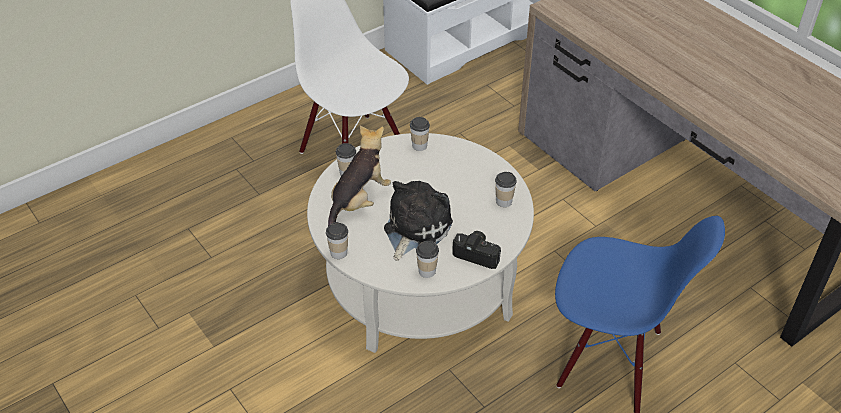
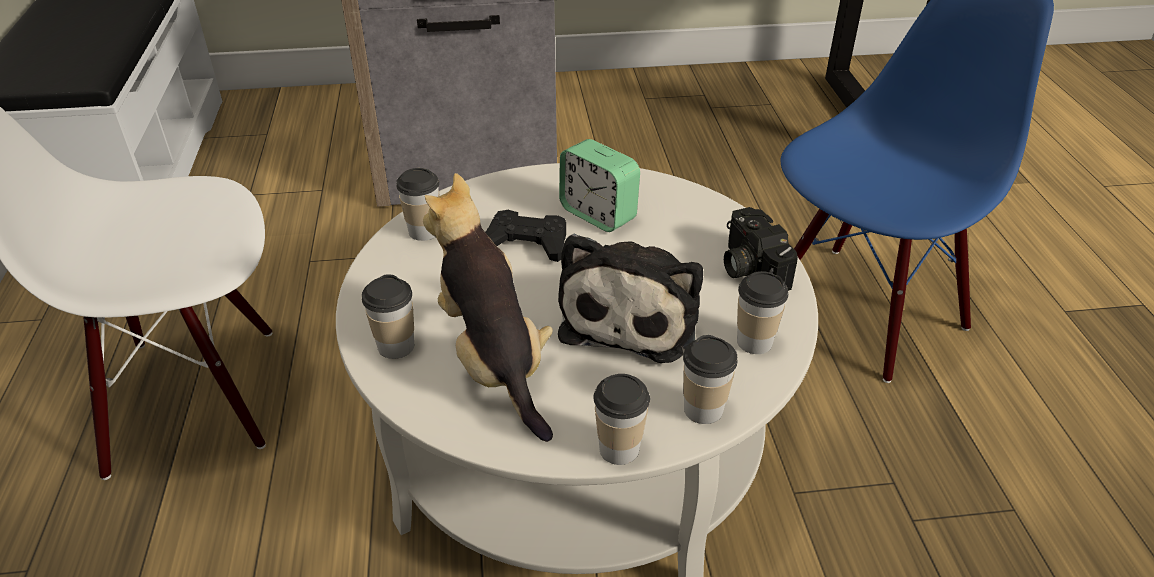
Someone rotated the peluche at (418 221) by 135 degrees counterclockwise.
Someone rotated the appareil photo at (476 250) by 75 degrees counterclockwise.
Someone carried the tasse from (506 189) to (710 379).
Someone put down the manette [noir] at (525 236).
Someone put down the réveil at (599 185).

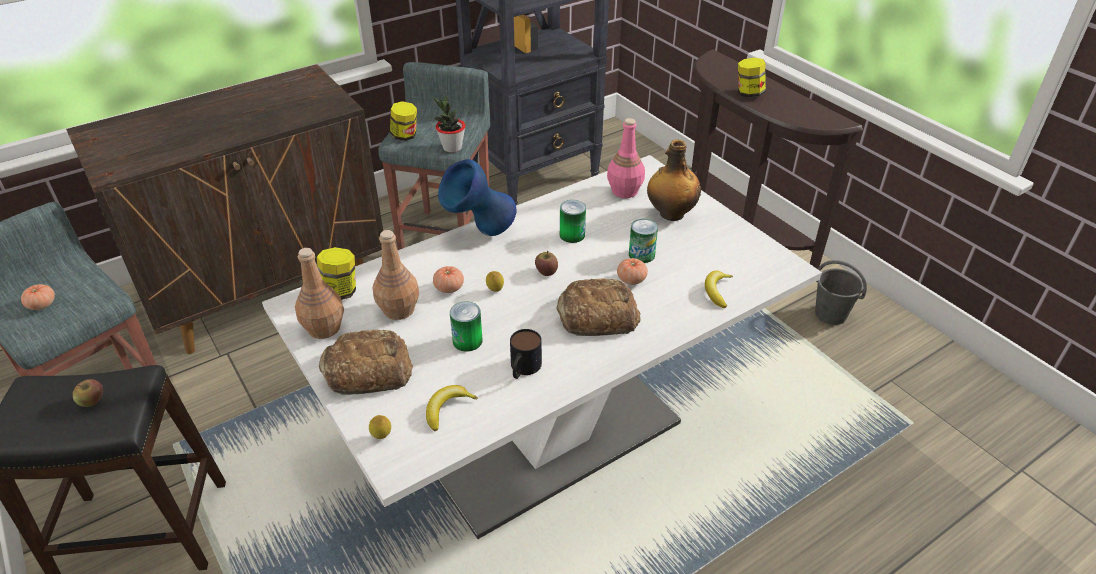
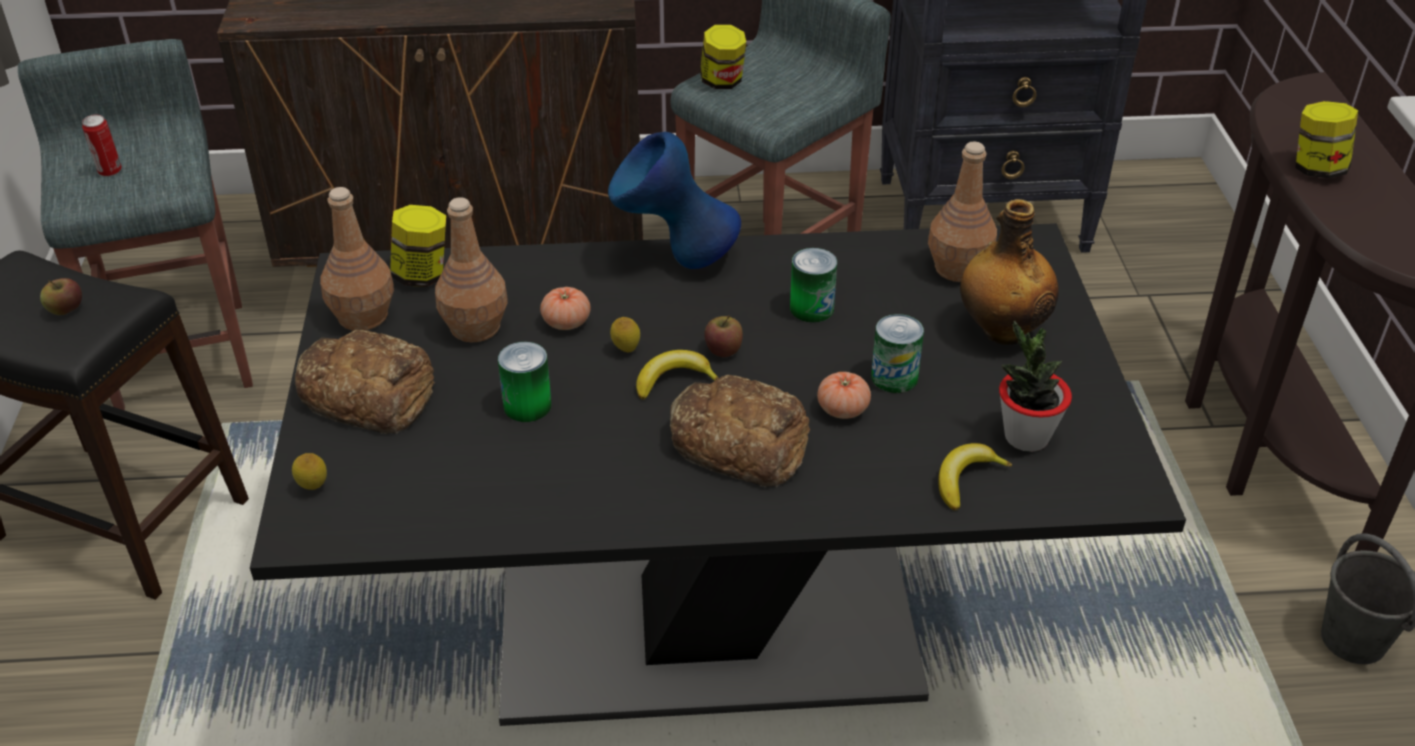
Someone swapped the tomate at (38 297) for the boîte métallique at (102 146).
Someone repainted the table à manger [blanc] at (542 347), which became the table à manger [noir] at (718 474).
Someone carried the banane from (452 408) to (677 375).
Someone carried the plante en pot from (450 124) to (1035 386).
Someone took away the mug at (526 354).
Someone repainted the bouteille [rose] at (626 158), which became the bouteille [marron] at (962 211).

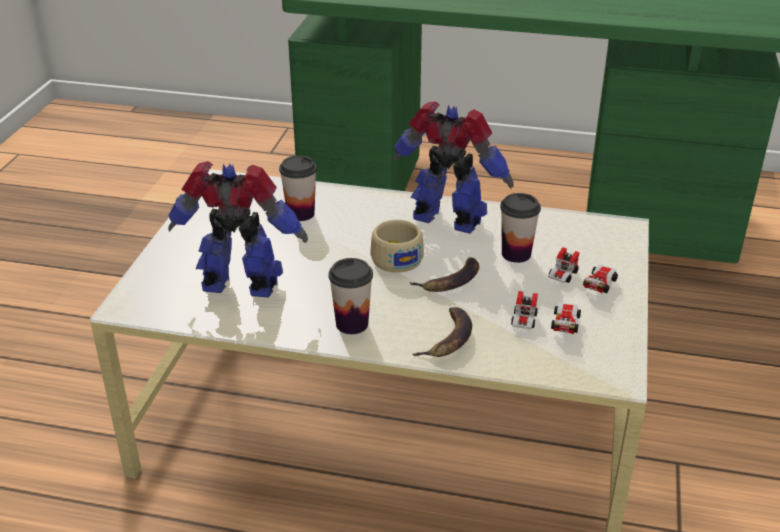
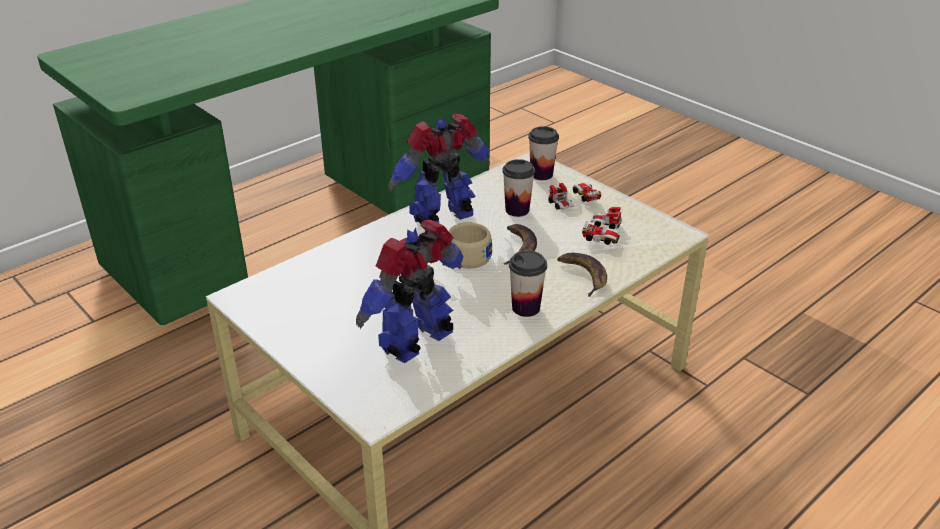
Someone carried the tasse from (298 188) to (543 153).
Someone rotated the petite voiture at (546 312) by 150 degrees clockwise.

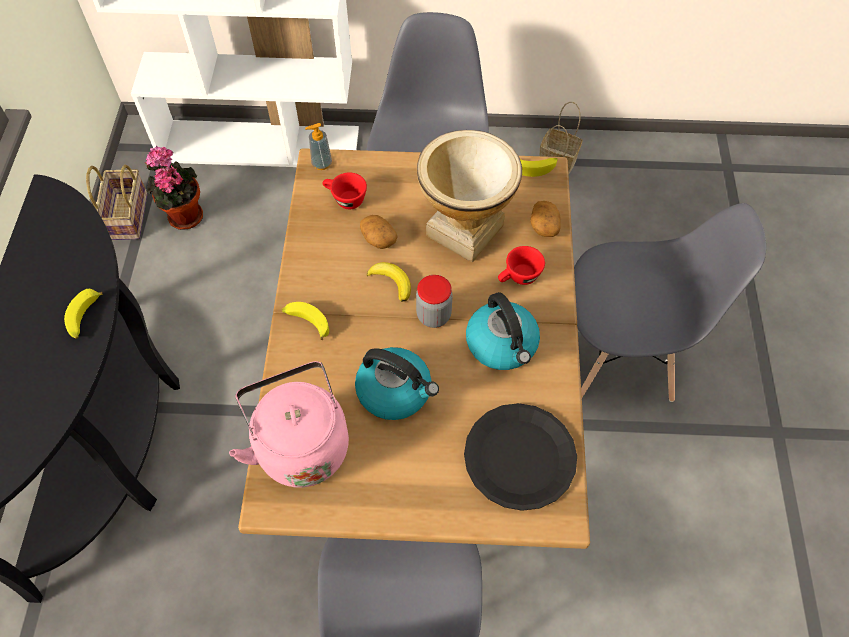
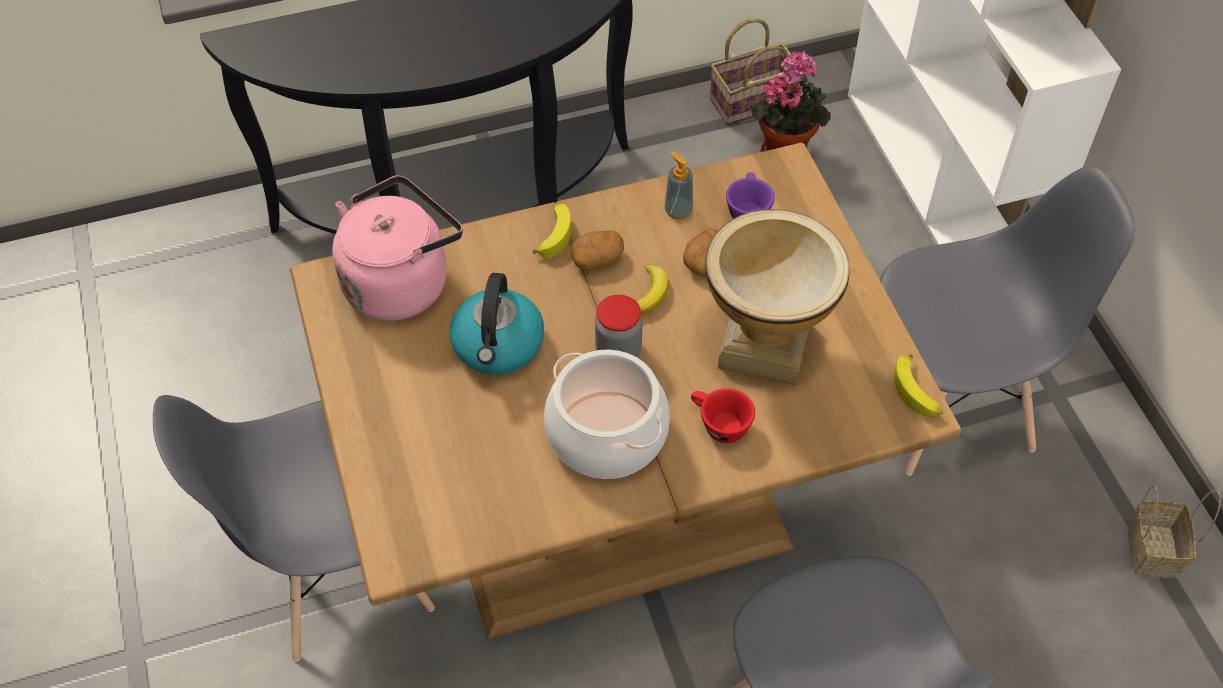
Someone took away the banane at (83 314).
Someone carried the distributeur de savon from (318 146) to (678 185).
Someone repainted the tasse [rouge] at (344 190), which became the tasse [violet] at (750 195).
Someone took away the assiette [noir] at (520 457).
Someone swapped the bouilloire at (503 331) for the marmite at (607 414).
Someone carried the pomme de terre from (546 219) to (597 250).

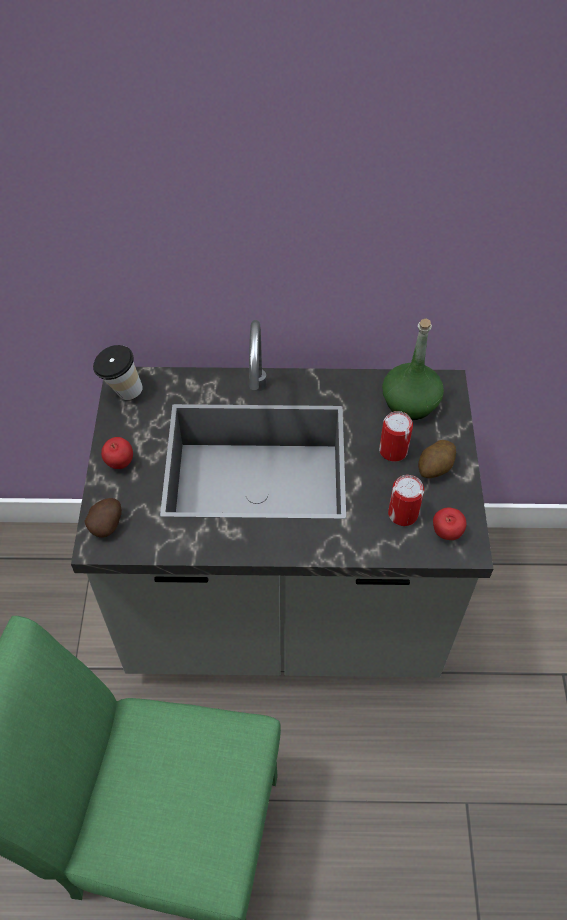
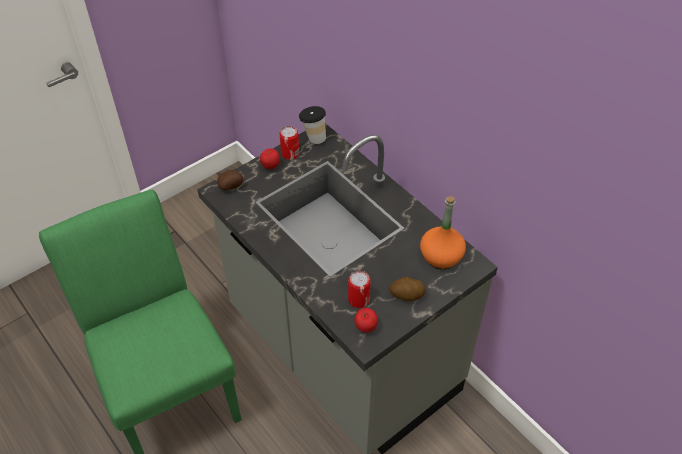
Someone carried the boîte métallique from (396 436) to (289 143).
Someone repainted the bouteille [vert] at (413 369), which became the bouteille [orange] at (443 232).

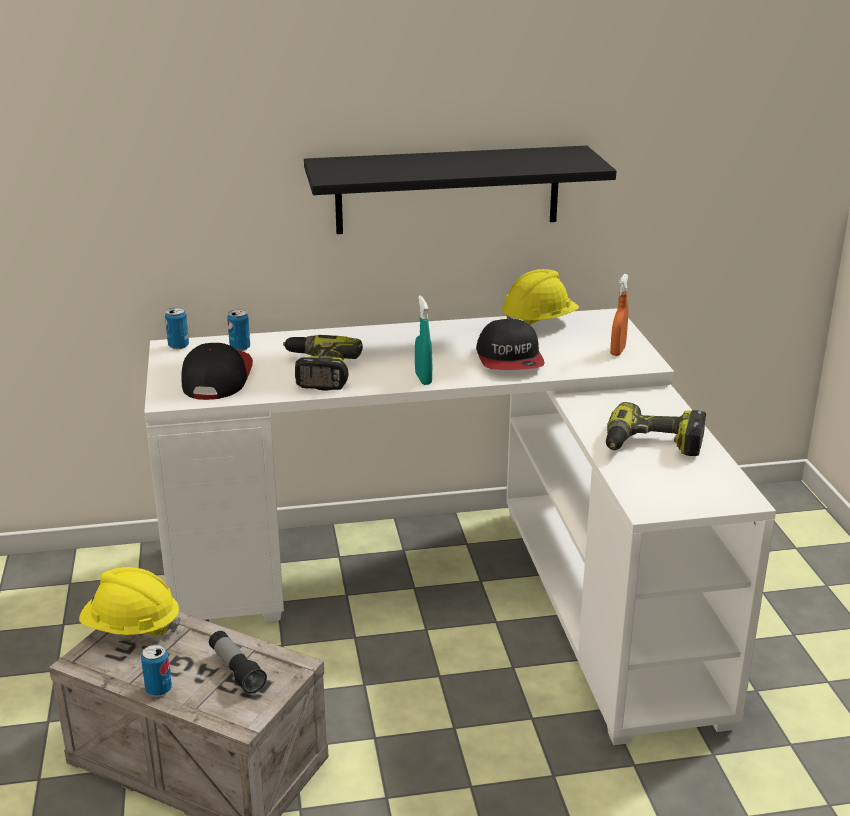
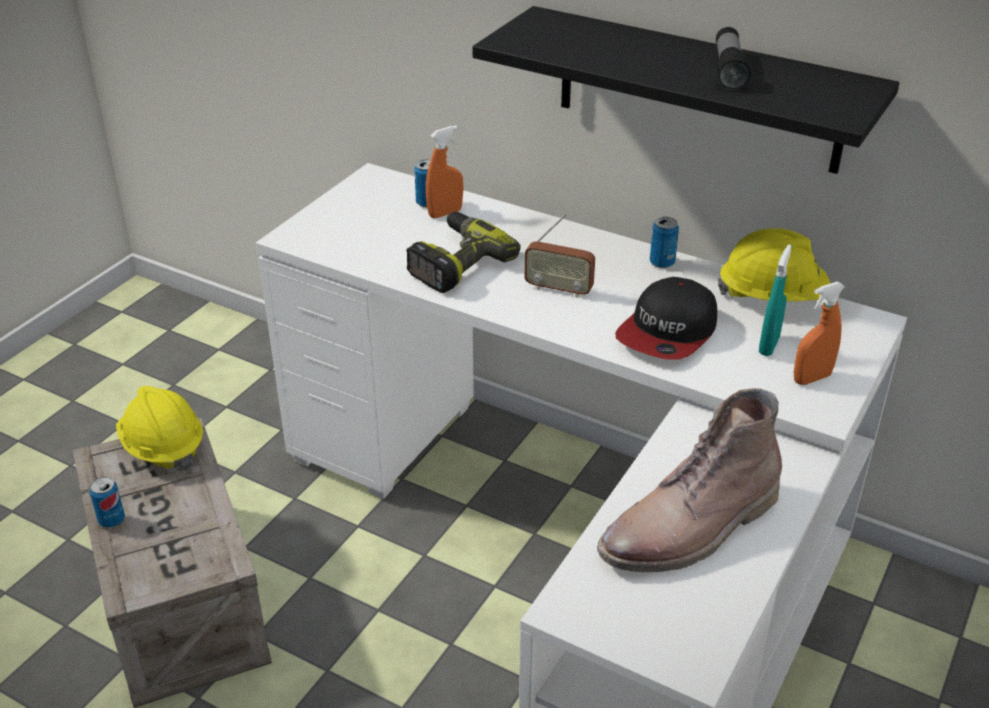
Someone carried the boîte métallique from (177 328) to (664 242).
Someone took away the casquette at (217 371).
Someone carried the lampe de poche from (238 662) to (733 58).
Someone carried the vaporisateur [turquoise] from (423 340) to (775 300).
Someone swapped the perceuse at (656 429) for the botte [marron] at (689 480).
Someone put down the vaporisateur [orange] at (445 171).
Someone put down the radio at (560 256).

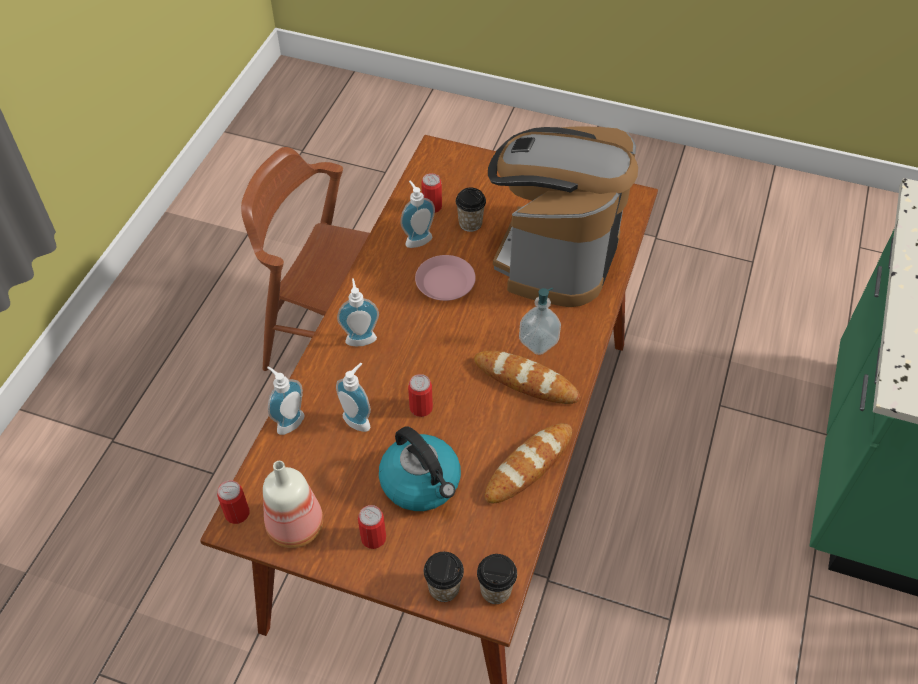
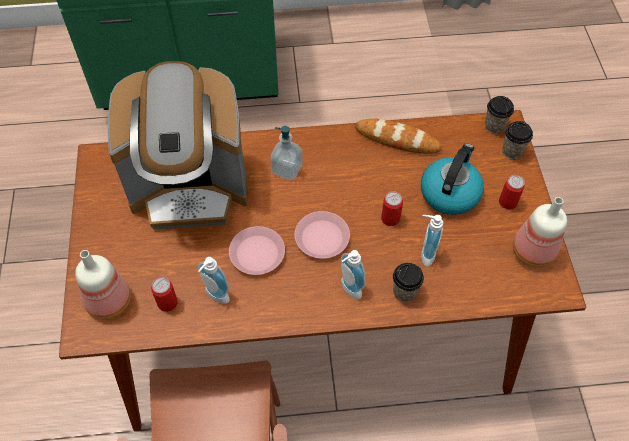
Someone took away the boîte métallique at (233 502).
Someone took away the distributeur de savon at (285 400).
Someone carried the tasse from (471 210) to (408 282).
Someone took away the pain at (527 377).
Someone put down the bouteille at (103 284).
Someone put down the assiette [rose] at (322 235).

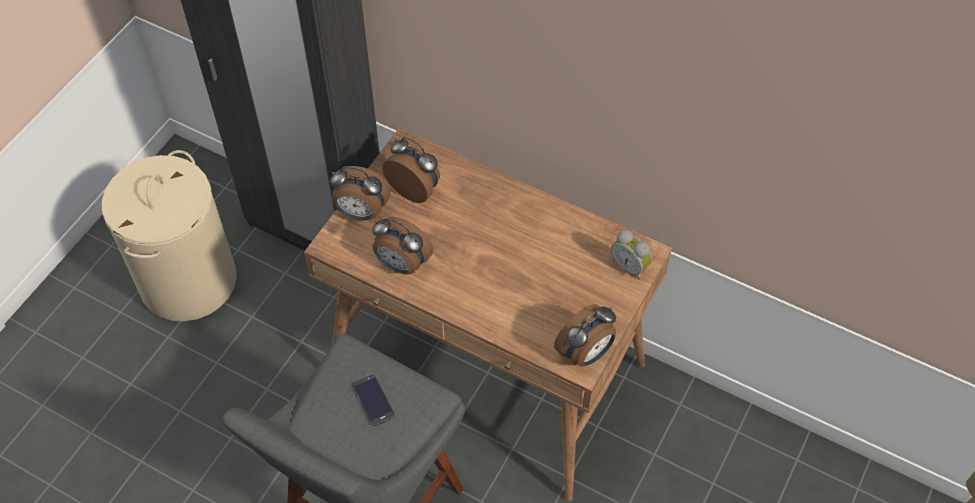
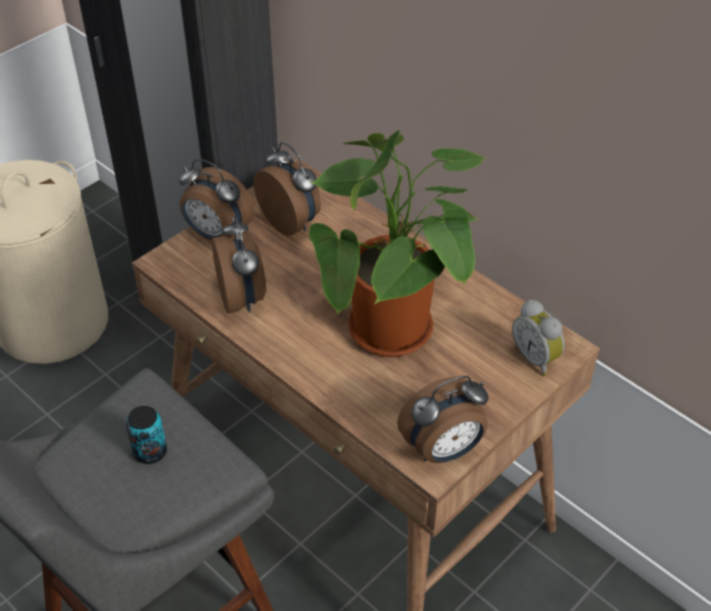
Someone swapped the téléphone at (374 400) for the boîte métallique at (146 435).
Someone rotated the réveil at (402 245) by 150 degrees counterclockwise.
Someone put down the plante en pot at (398 243).

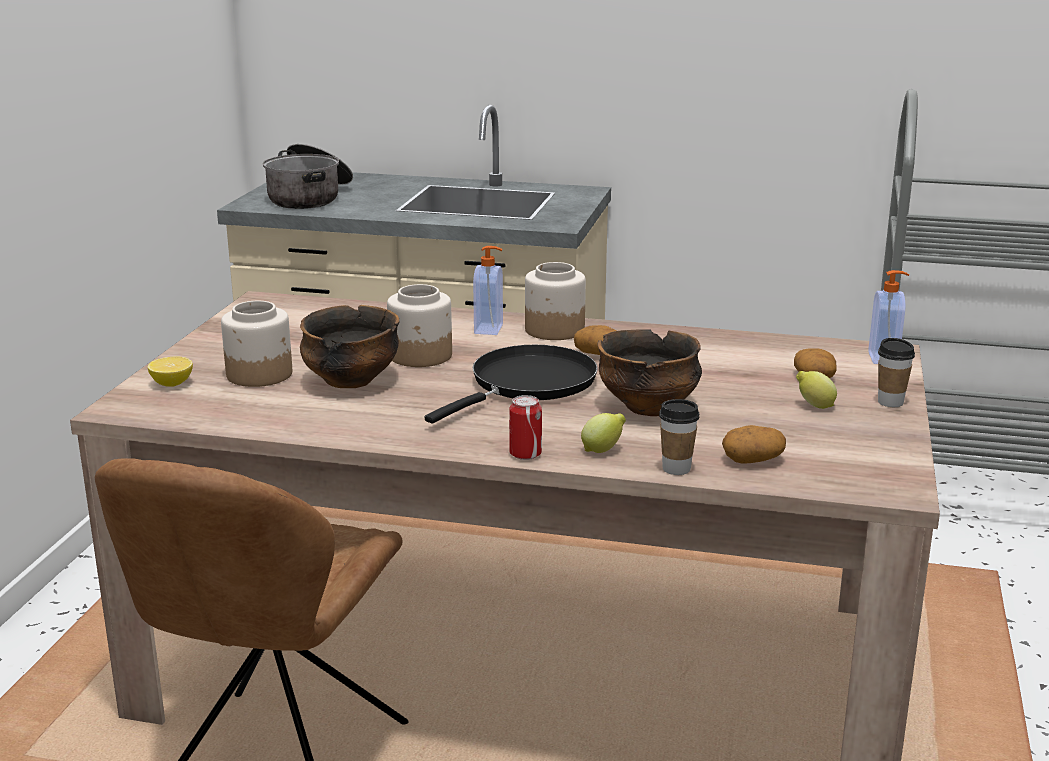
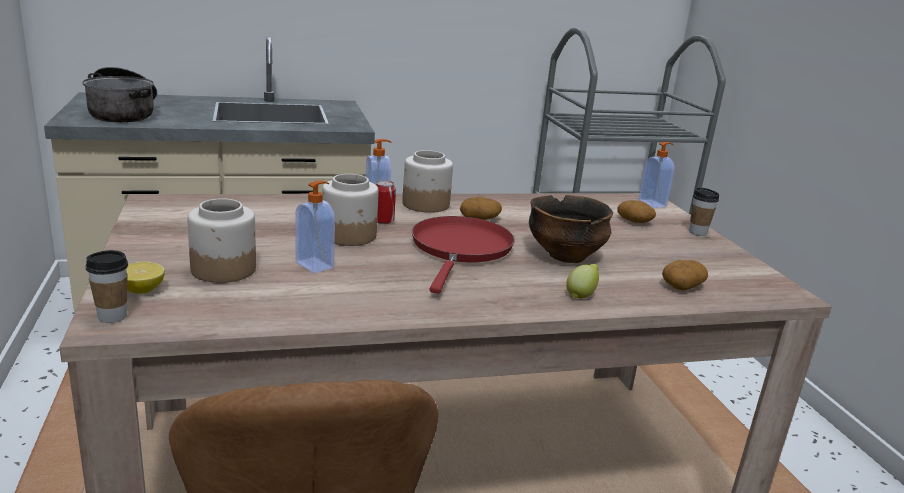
Someone swapped the bol at (349 346) for the distributeur de savon at (315 227).
Someone repainted the poêle [noir] at (511 384), which became the poêle [rouge] at (463 254).
Someone carried the boîte métallique from (525 427) to (386 202).
Someone carried the tasse from (679 437) to (107 286).
Someone took away the citron at (816 390).

